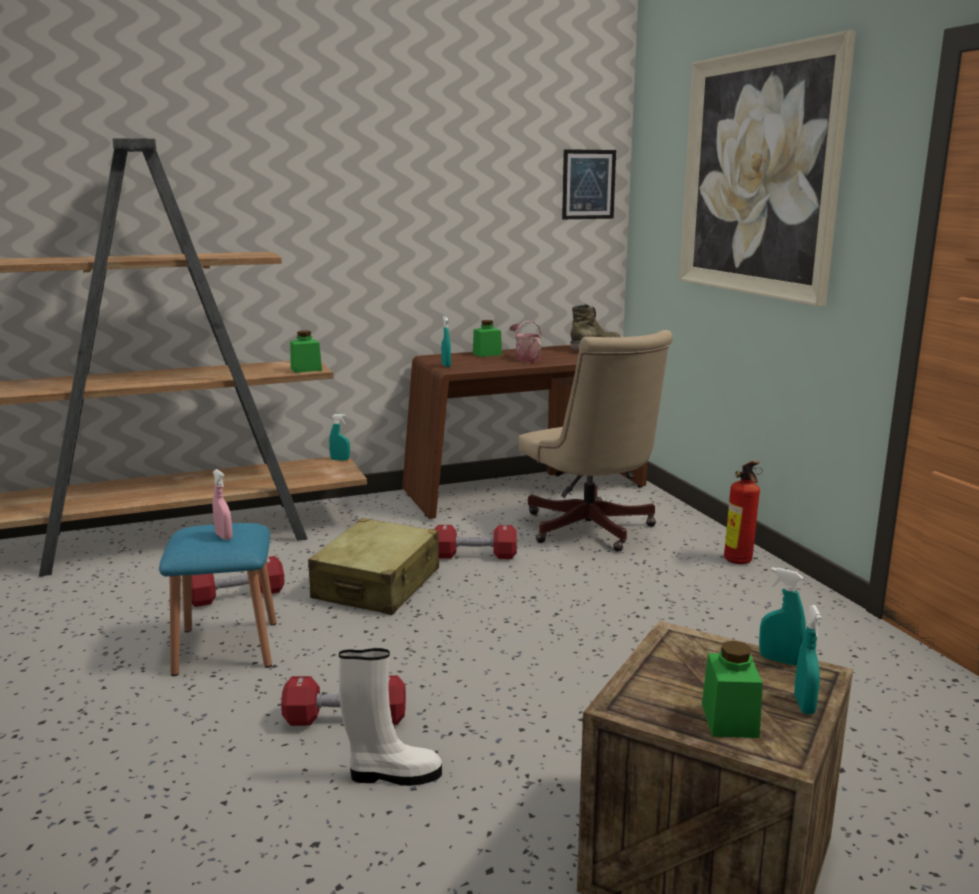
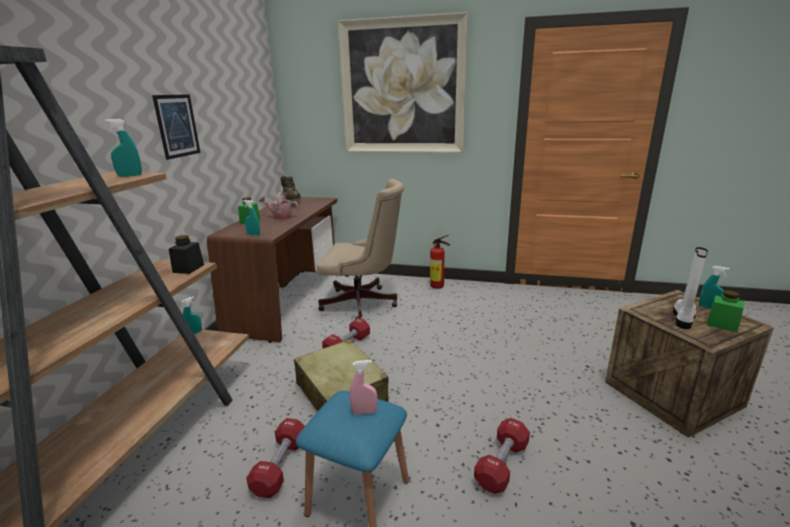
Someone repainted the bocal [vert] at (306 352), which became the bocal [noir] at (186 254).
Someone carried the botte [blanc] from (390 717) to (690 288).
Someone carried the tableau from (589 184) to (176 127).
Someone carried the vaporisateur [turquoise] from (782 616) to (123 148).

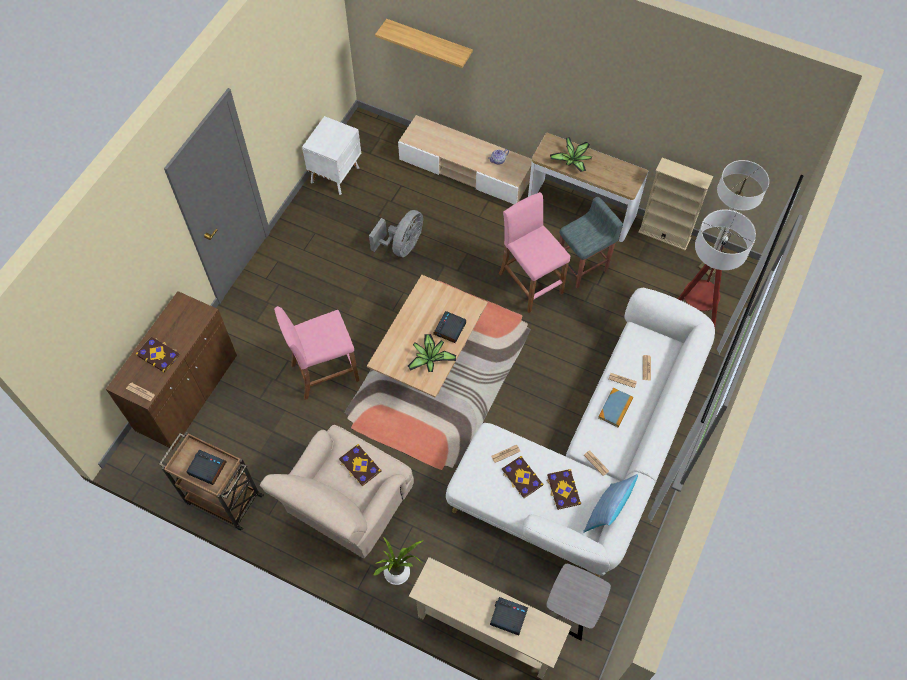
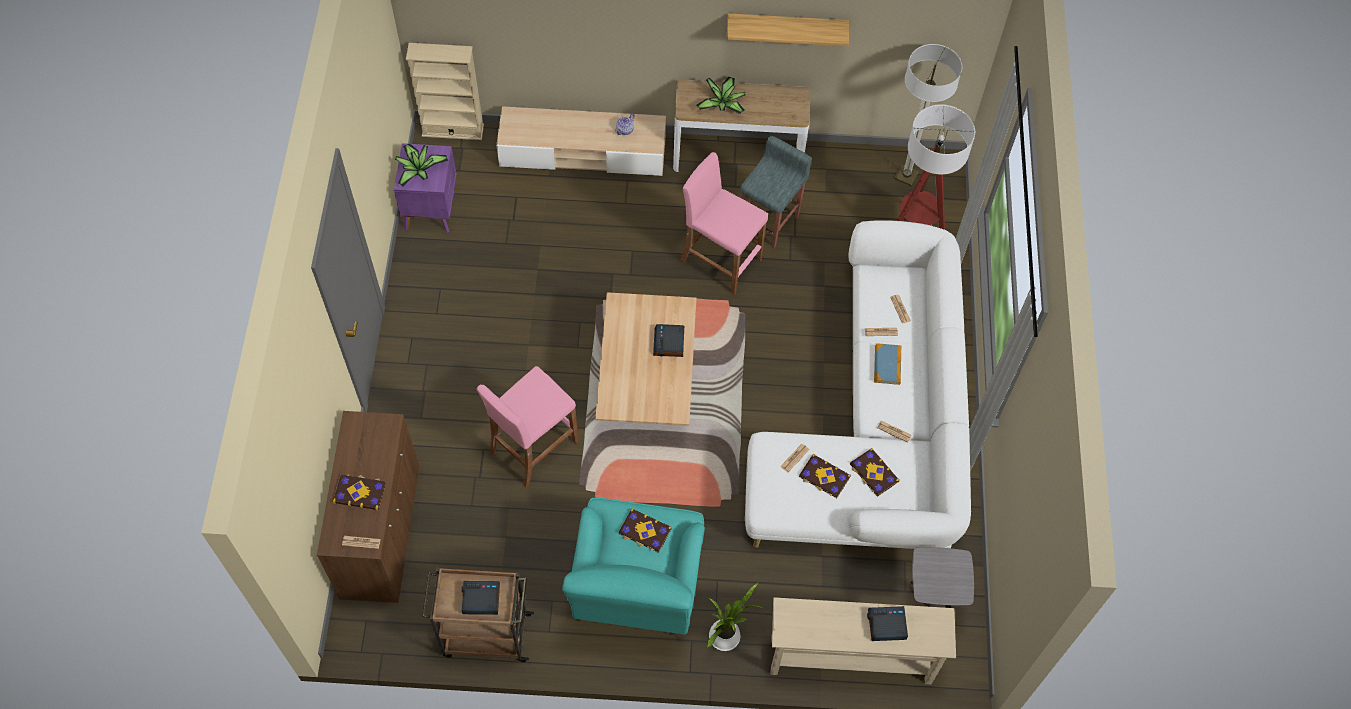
Someone repainted the fauteuil [beige] at (337 492), which became the fauteuil [turquoise] at (633 567).
Someone repainted the table de chevet [blanc] at (331 155), which became the table de chevet [violet] at (425 188).
Someone took away the ventilateur [gris] at (396 233).
Someone carried the étagère from (424 43) to (788 29).
Someone carried the plante en pot from (432 353) to (421 165).
Someone took away the coussin at (610 503).
Someone carried the bibliothèque [beige] from (675 204) to (445 91).

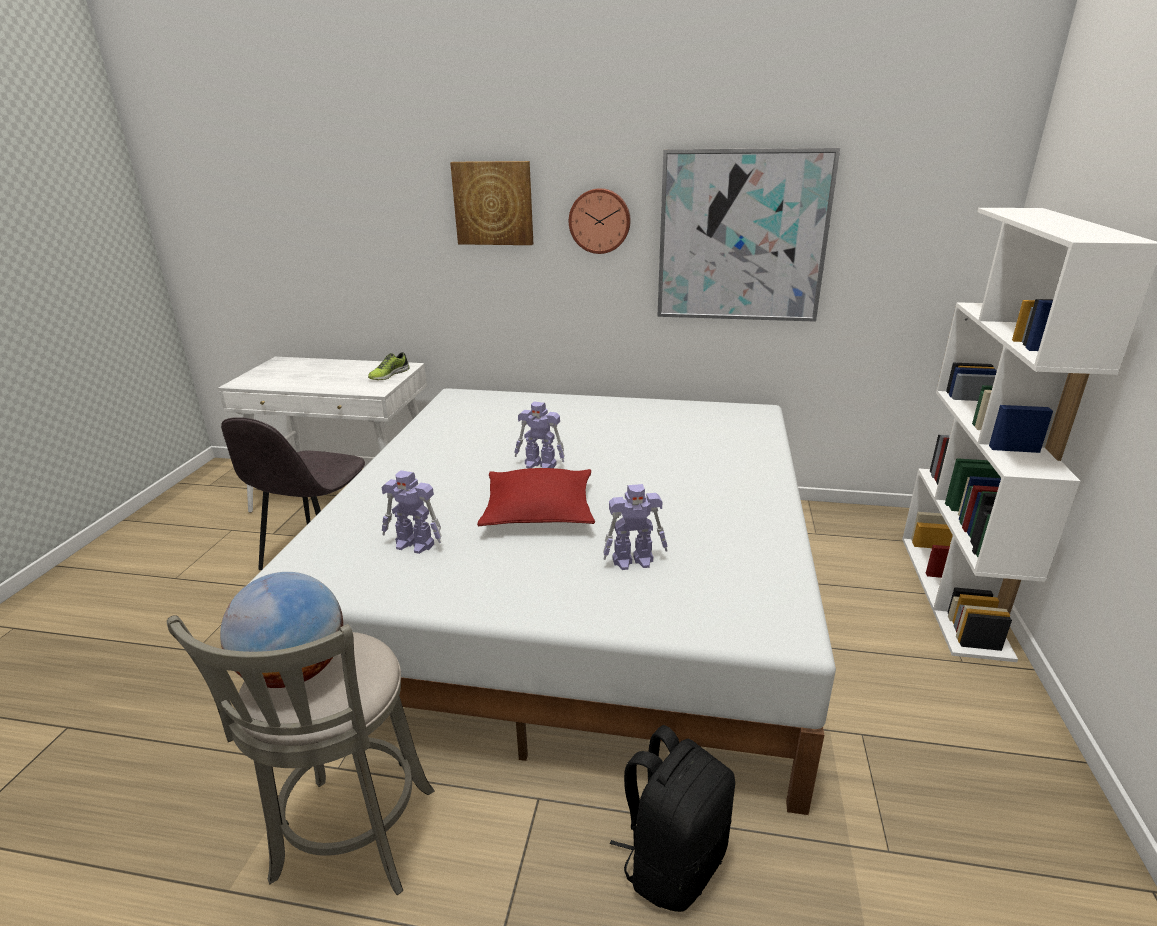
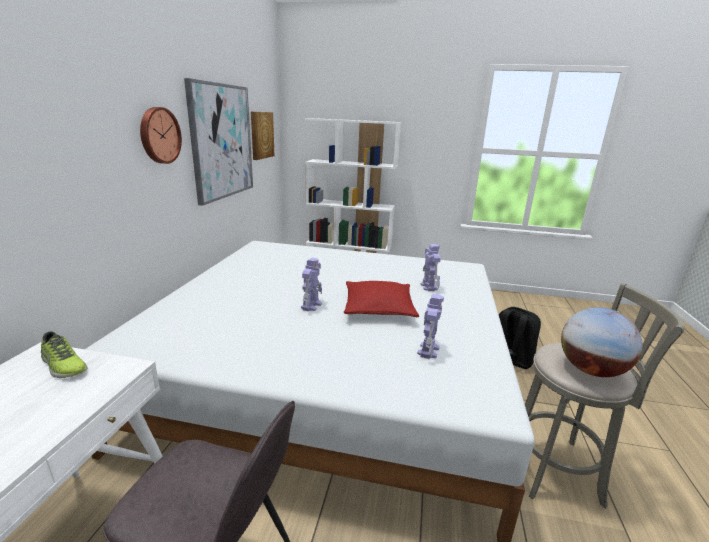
Someone carried the tableau from (491 203) to (262 136).

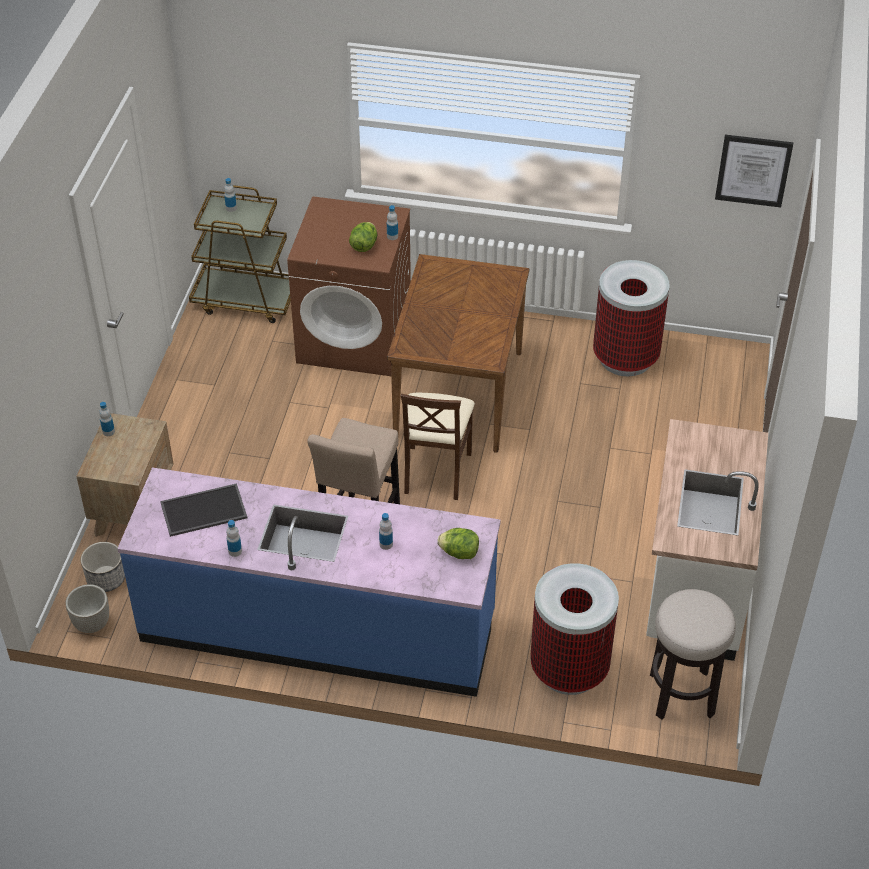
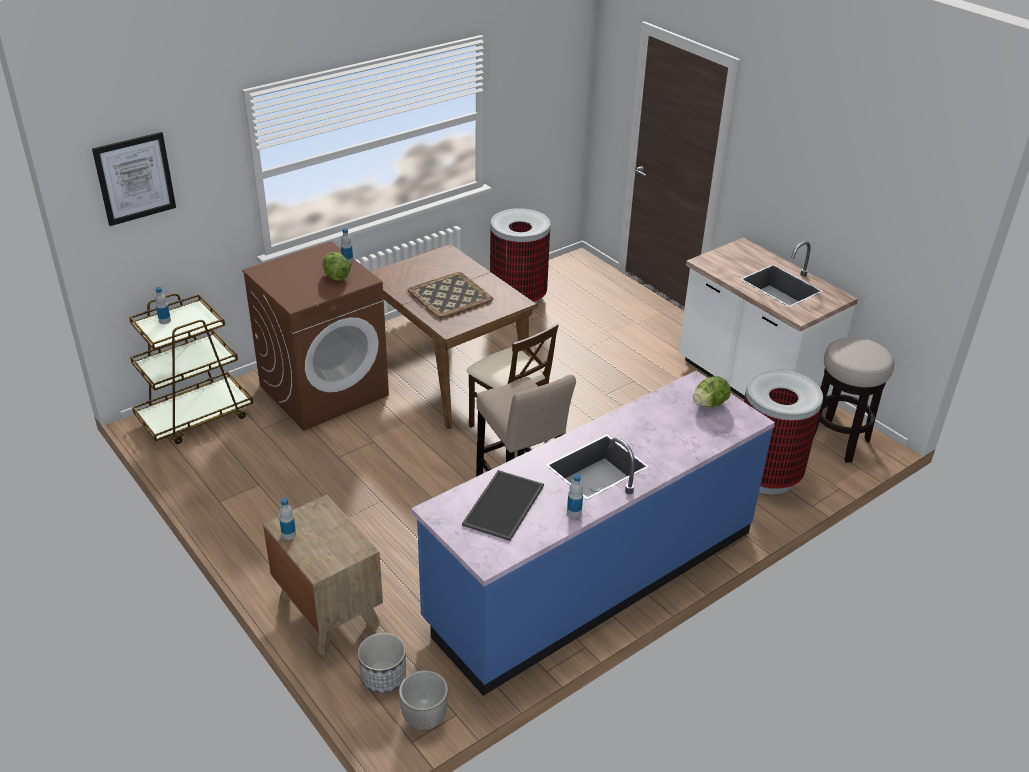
Someone took away the bouteille at (386 531).
Someone carried the tableau from (754 171) to (134 179).
Someone put down the plateau at (450 295).

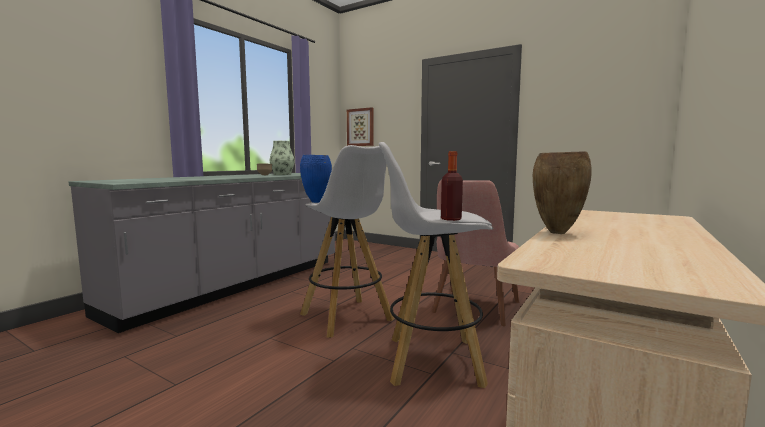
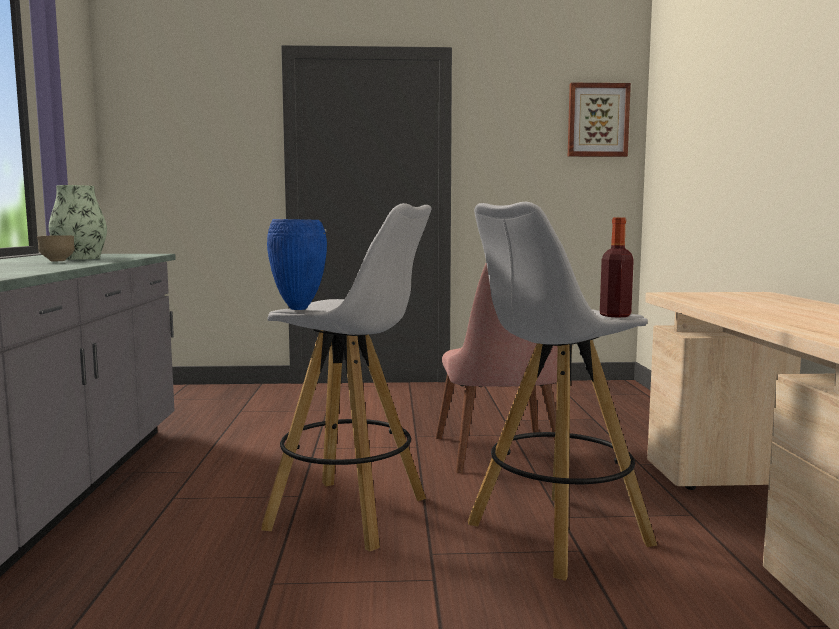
Someone carried the tableau from (360 126) to (599 120).
Someone took away the vase [marron] at (562 192).

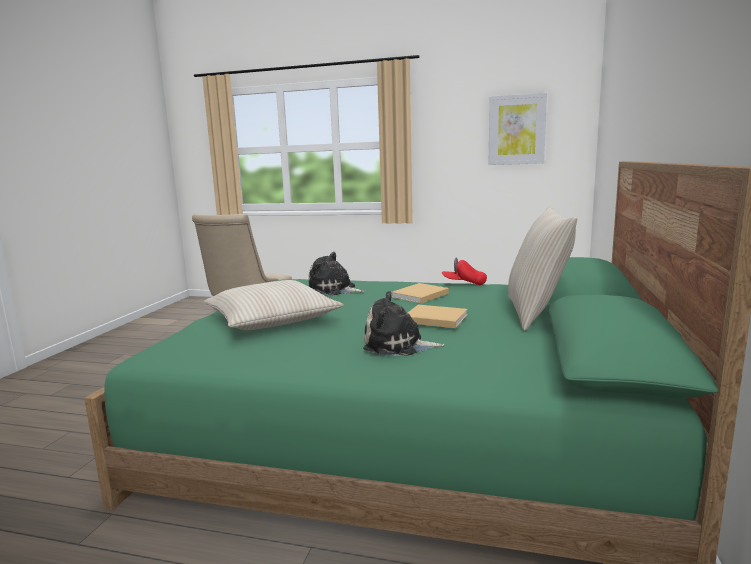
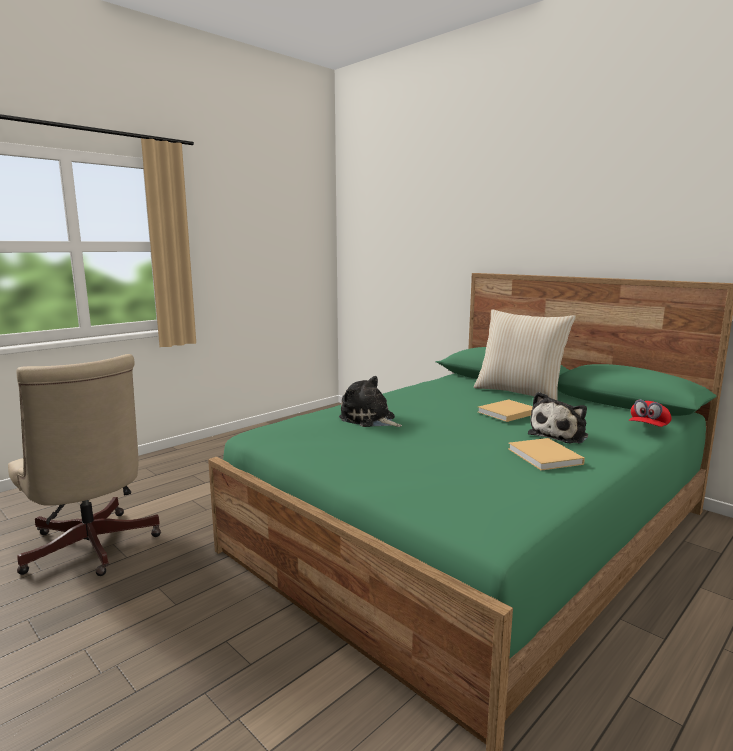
Someone took away the coussin [beige] at (274 305).
Someone rotated the peluche at (337 273) by 75 degrees clockwise.
Someone carried the livre [beige] from (420 293) to (546 454).
Someone carried the casquette [rouge] from (464 271) to (650 413).
Someone took away the tableau at (517 129).

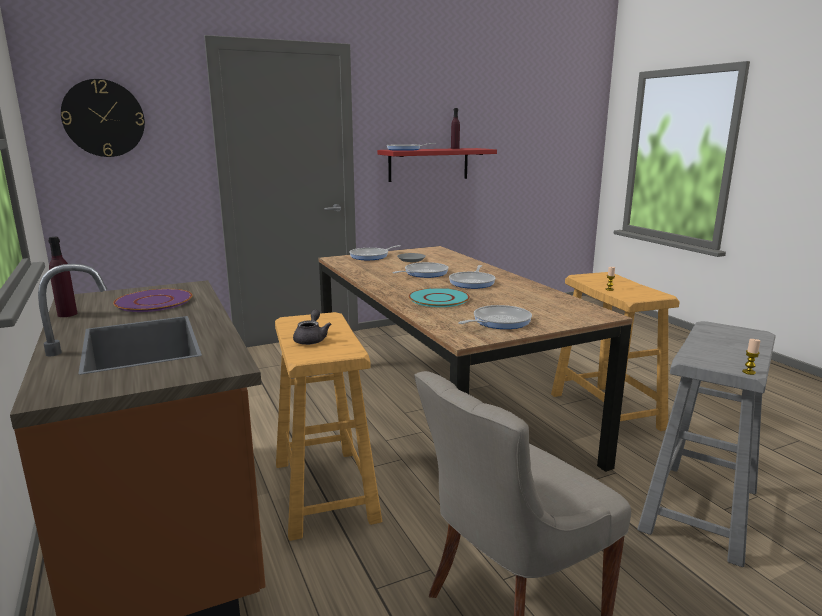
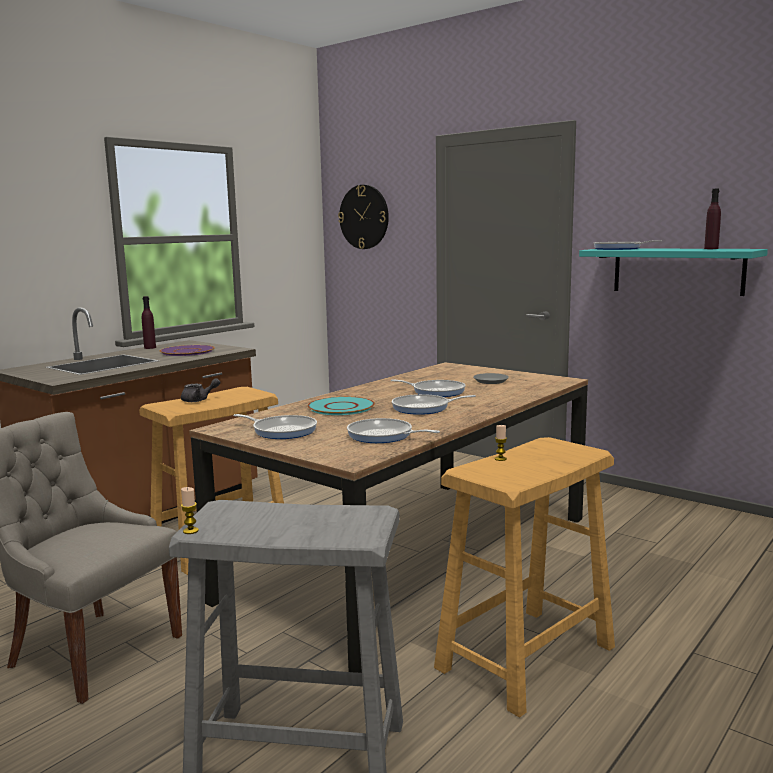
Someone carried the poêle from (375 252) to (393 430).
Someone repainted the étagère [rouge] at (437 165), which became the étagère [turquoise] at (673 272).

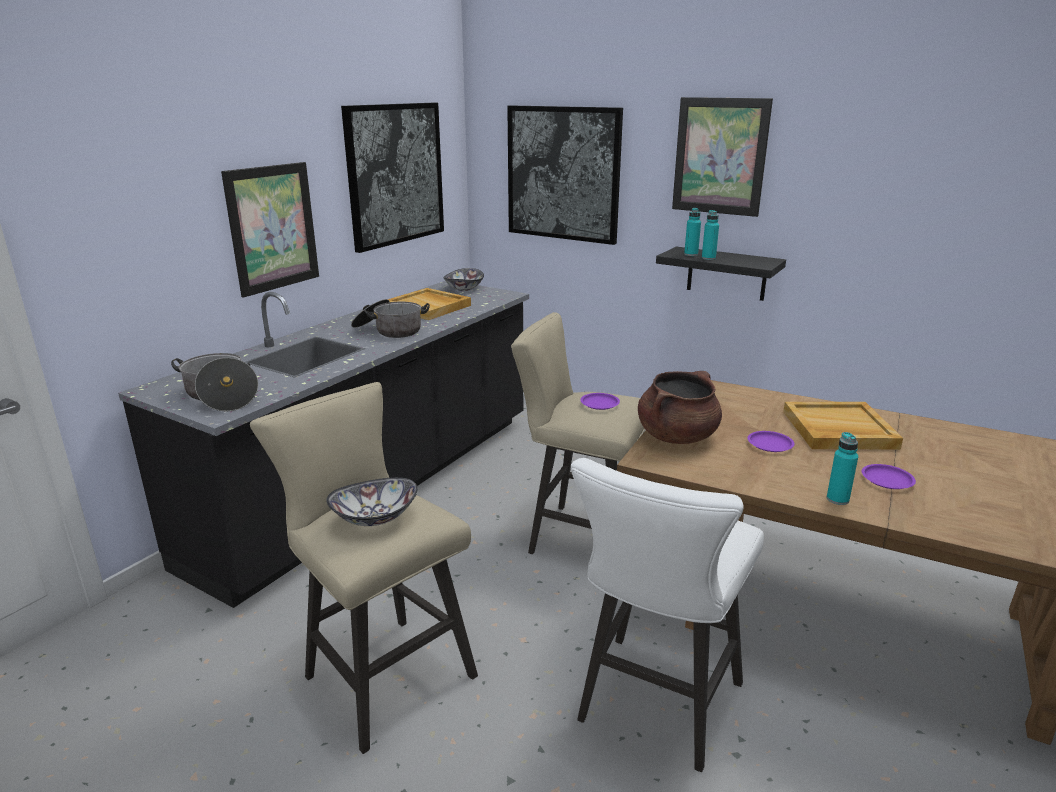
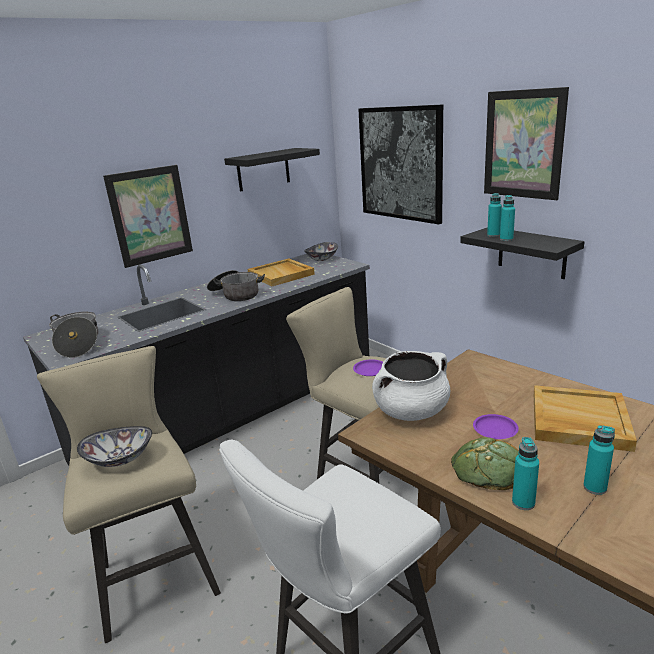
Someone swapped the tableau at (392 178) for the étagère [noir] at (272 170).
Someone repainted the marmite [marron] at (680 407), which became the marmite [blanc] at (411 386).
Someone swapped the assiette [violet] at (889 476) for the bouteille [turquoise] at (599 460).
Someone put down the pain at (485 463).

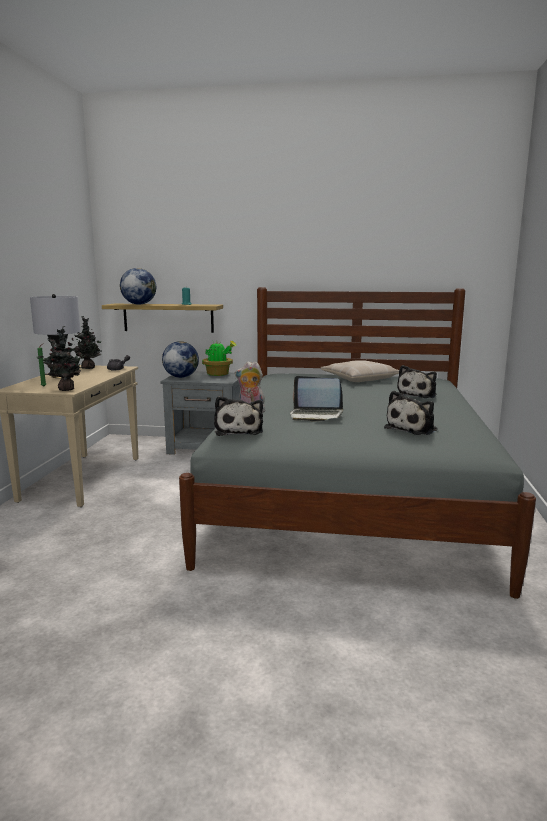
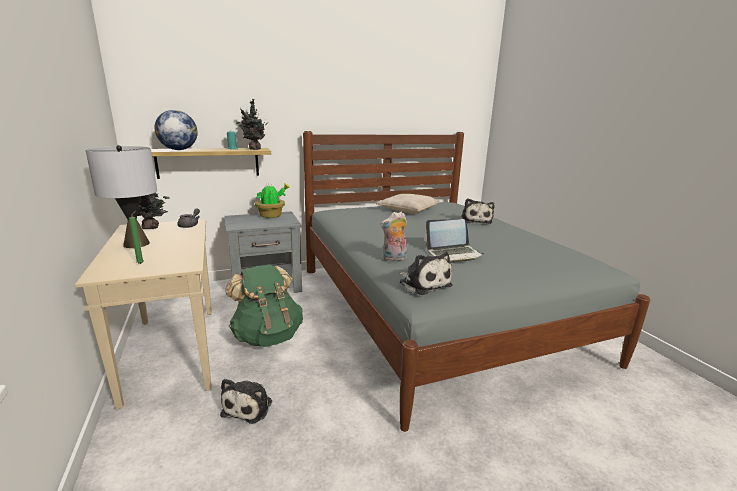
Someone carried the plante en pot from (61 358) to (252 124).
Someone took away the globe at (180 359).
Someone carried the peluche from (410 413) to (246 401).
Someone put down the sac à dos [vert] at (264 305).

